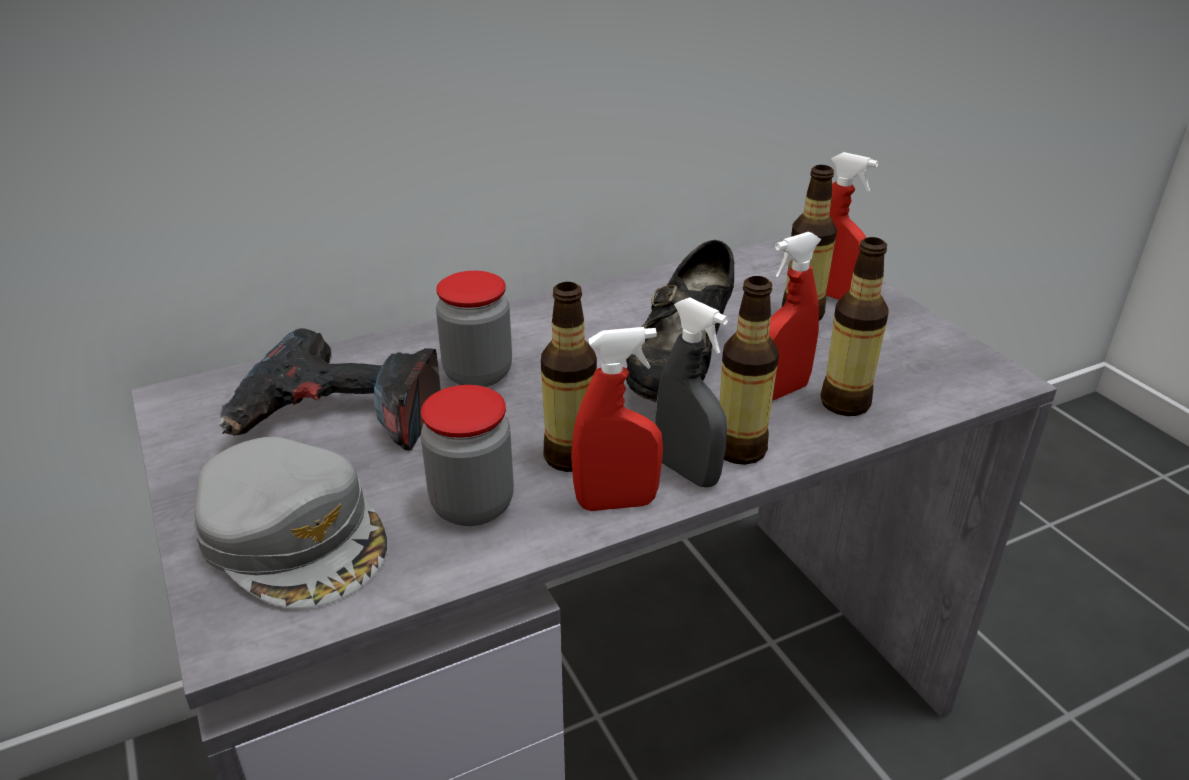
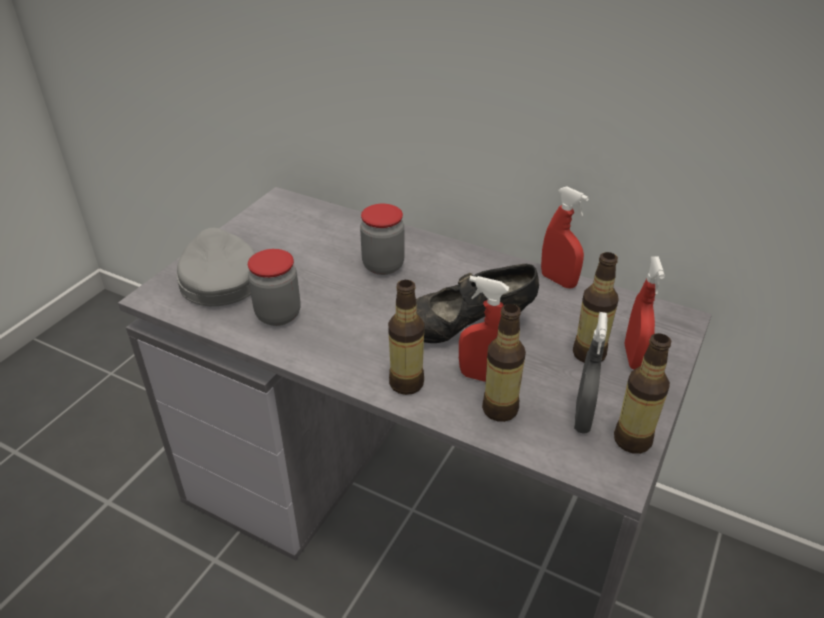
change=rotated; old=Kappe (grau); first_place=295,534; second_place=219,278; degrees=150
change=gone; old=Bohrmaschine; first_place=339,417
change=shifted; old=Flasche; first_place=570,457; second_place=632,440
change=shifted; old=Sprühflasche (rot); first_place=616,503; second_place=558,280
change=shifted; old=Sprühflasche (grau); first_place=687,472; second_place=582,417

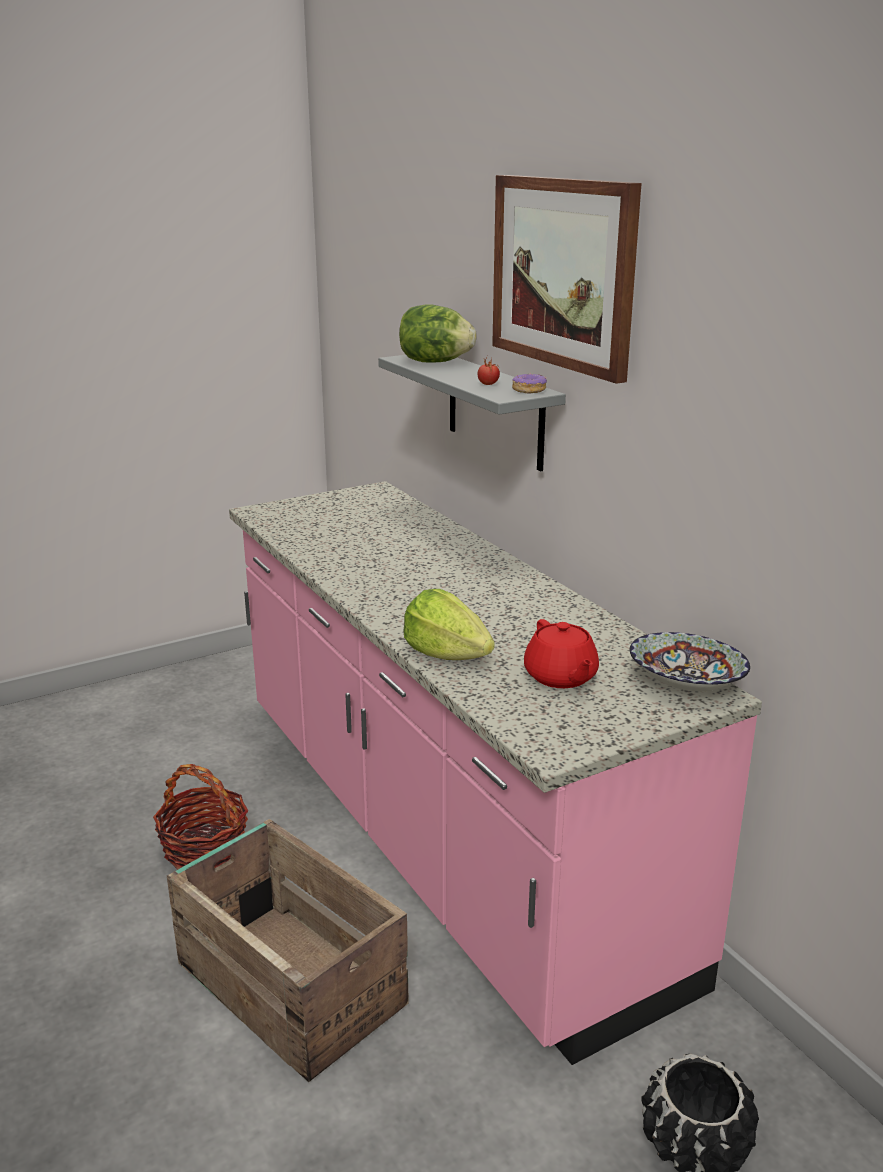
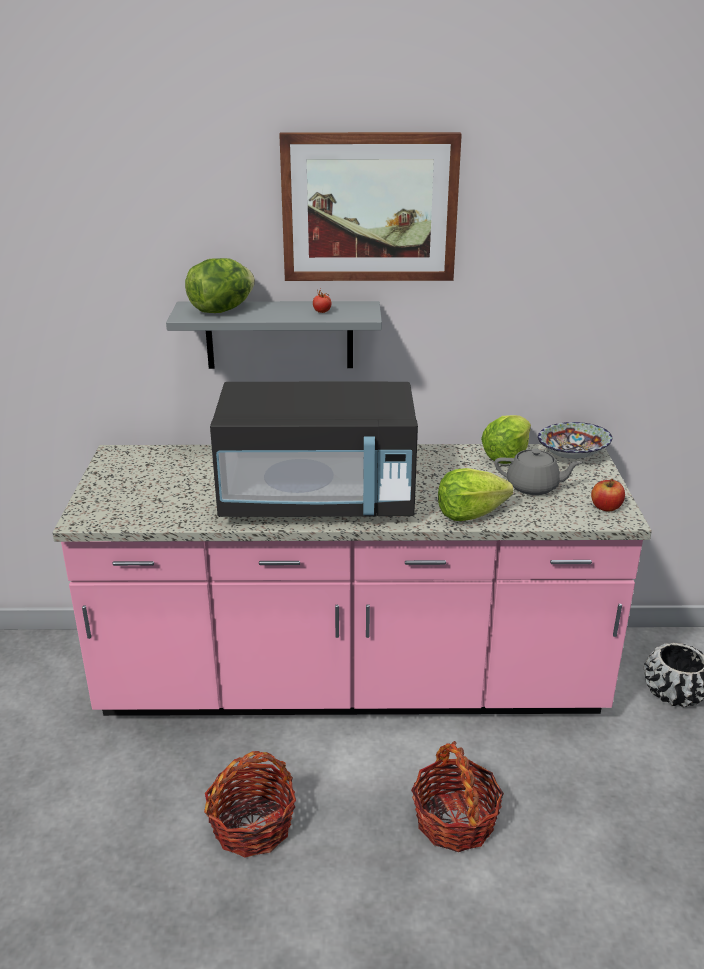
change=swapped; old=Kiste; new=Korb; first_place=290,982; second_place=454,820
change=gone; old=Donut; first_place=528,390
change=repainted; old=Teekanne (rot); new=Teekanne (grau); first_place=560,677; second_place=533,487
change=new; new=Mikrowelle (schwarz); second_place=318,501
change=new; new=Salatkopf; second_place=506,456
change=new; new=Apfel; second_place=606,507

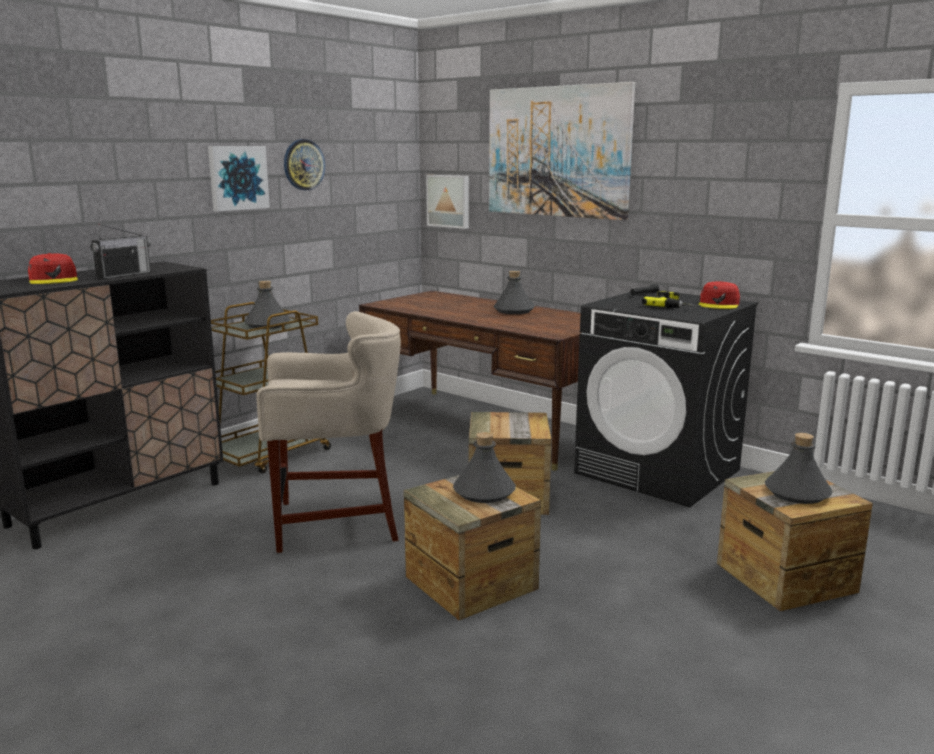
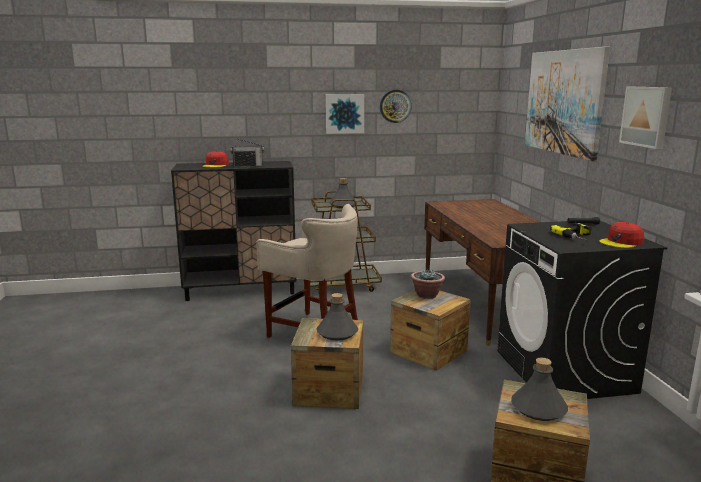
change=shifted; old=Bild; first_place=449,201; second_place=647,116
change=gone; old=Flasche (grau); first_place=513,311
change=new; new=Topfpflanze; second_place=427,295

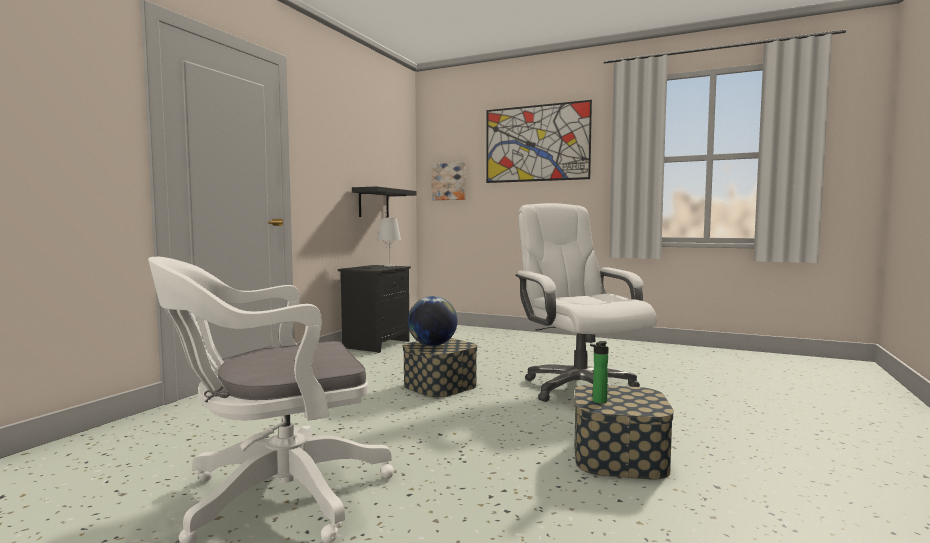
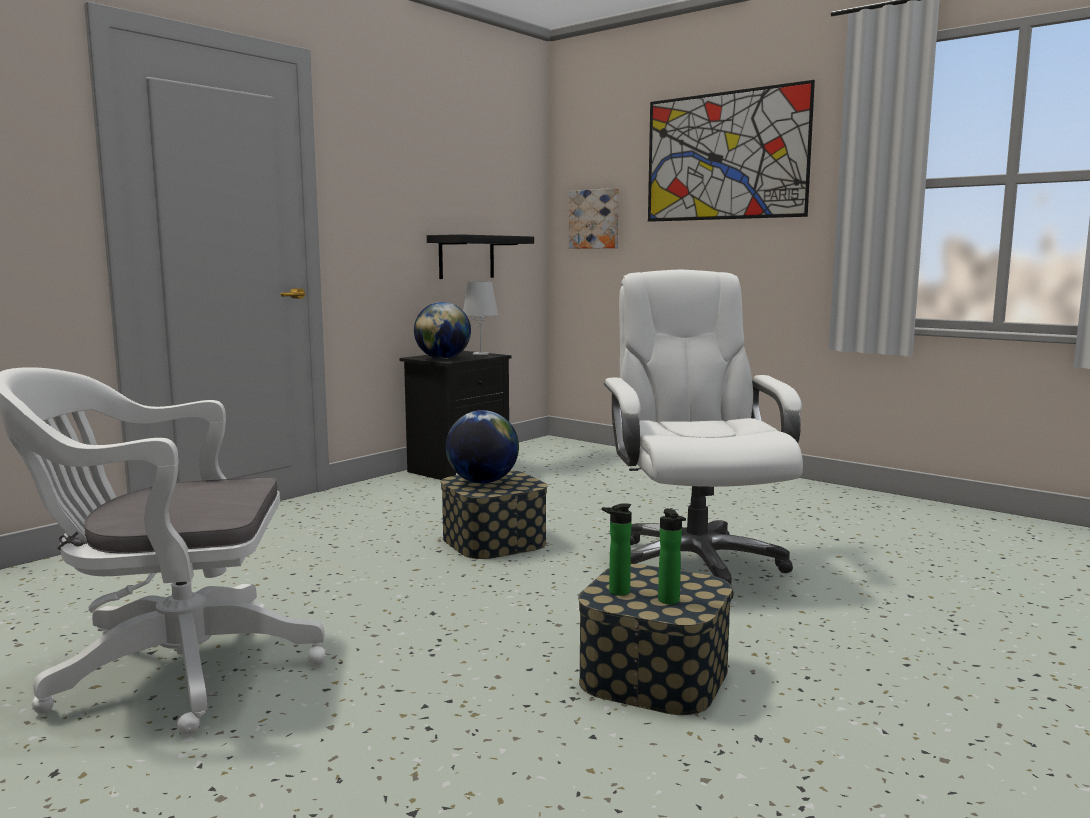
change=new; new=Globus; second_place=443,358
change=new; new=Flasche; second_place=670,601

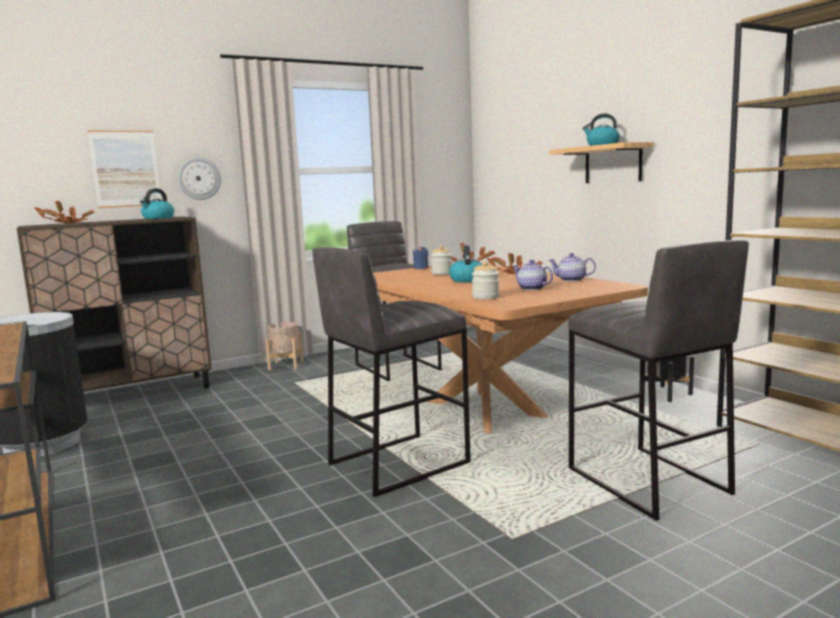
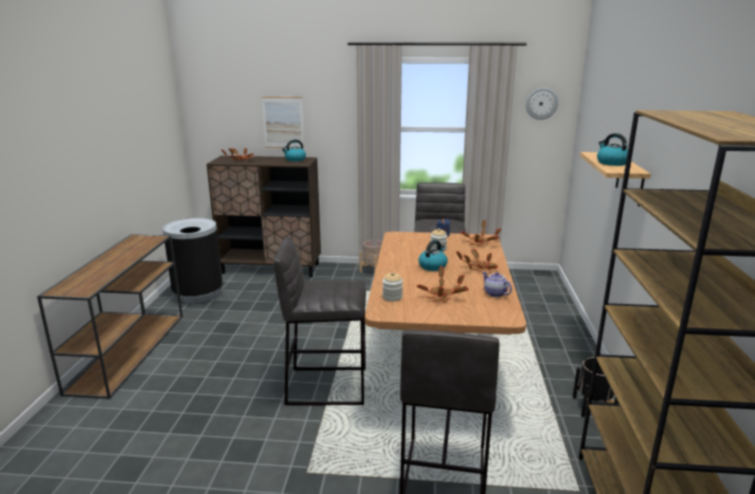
change=shifted; old=Wanduhr; first_place=199,178; second_place=541,103
change=swapped; old=Teekanne; new=Topfpflanze; first_place=531,289; second_place=442,296

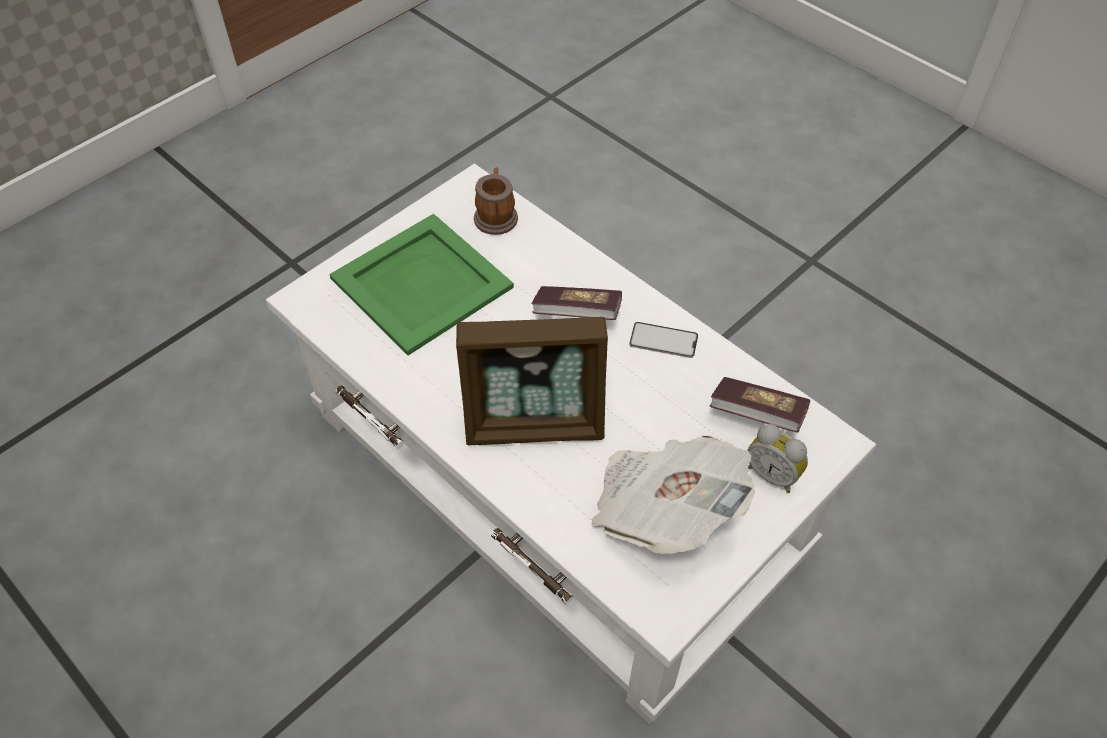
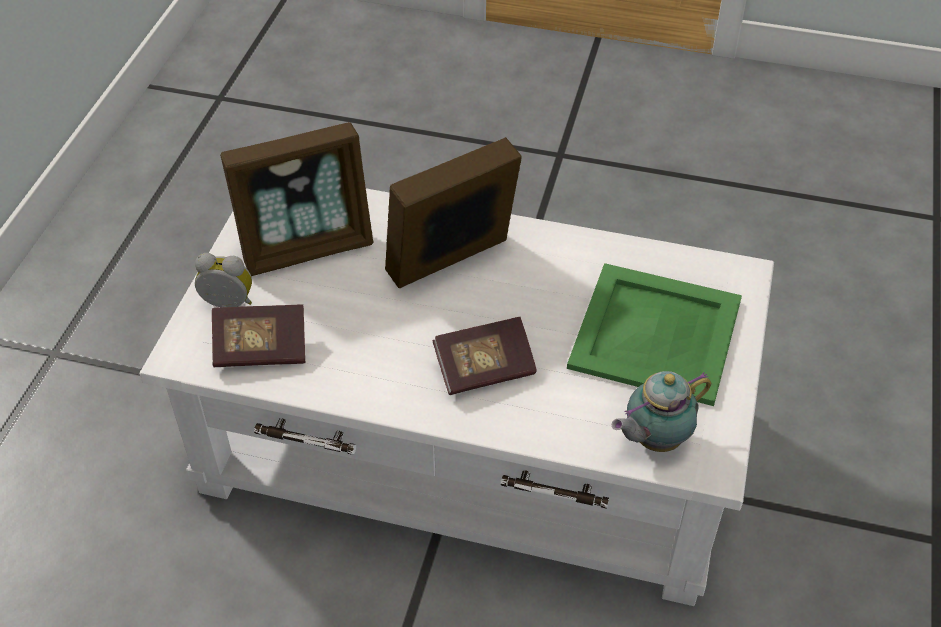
change=swapped; old=Henkelbecher; new=Teekanne; first_place=496,215; second_place=654,440
change=swapped; old=Zeitung; new=Bilderrahmen; first_place=664,509; second_place=307,248
change=gone; old=Handy; first_place=663,340

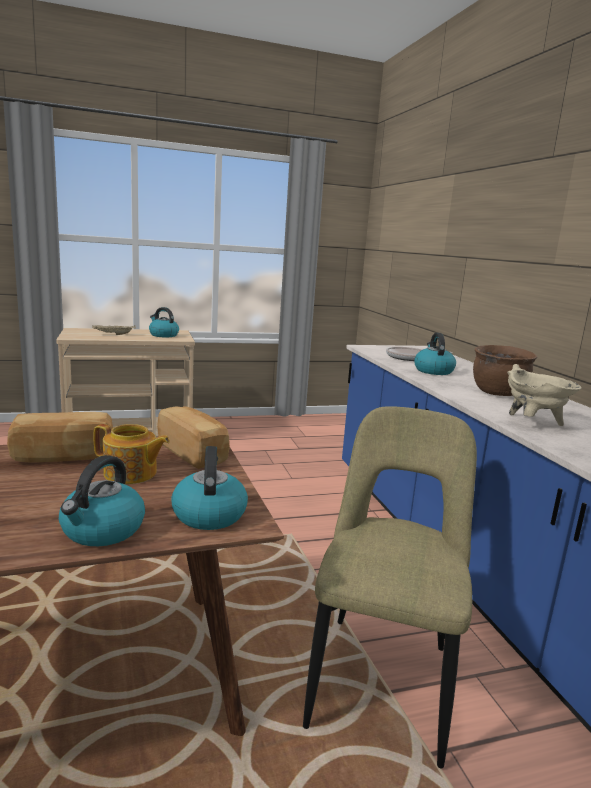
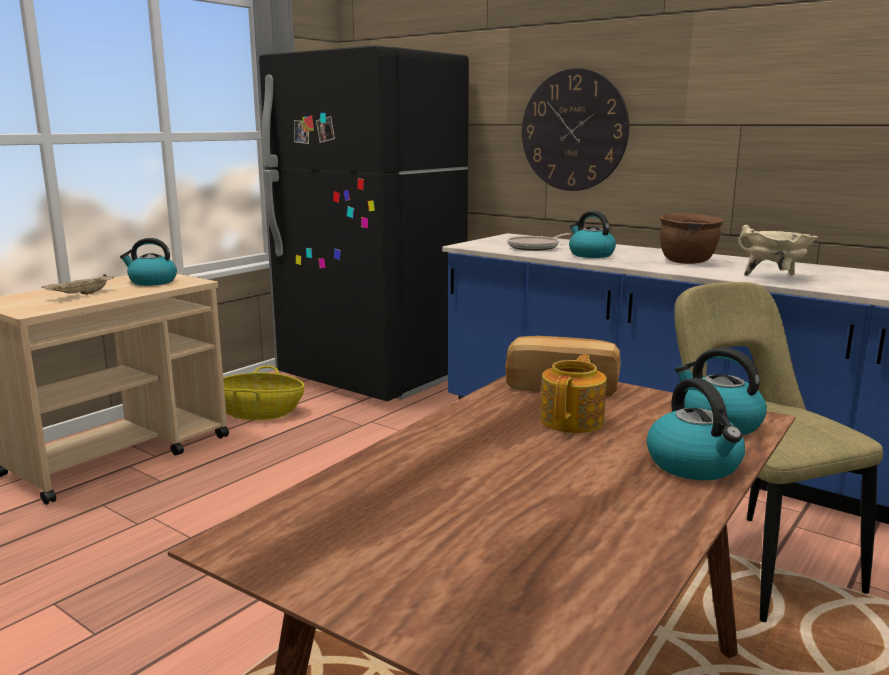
change=gone; old=Brot; first_place=63,456
change=rotated; old=Teekanne; first_place=131,474; second_place=573,420; degrees=-45
change=new; new=Korb; second_place=258,412
change=new; new=Kühlschrank (schwarz); second_place=372,377
change=new; new=Wanduhr; second_place=574,130

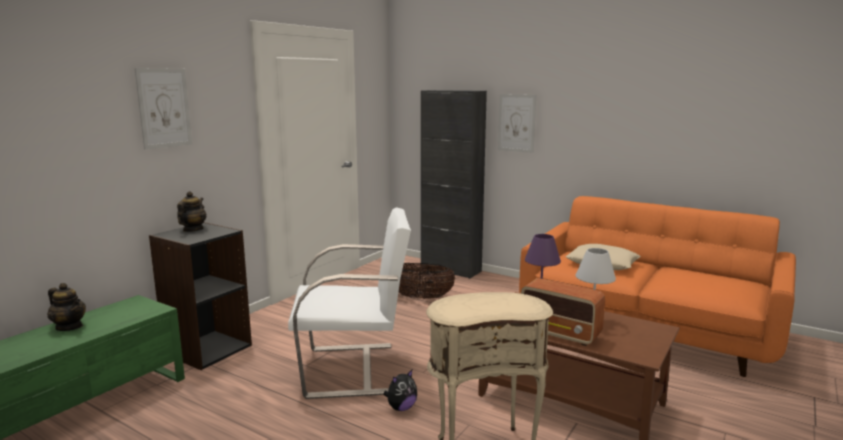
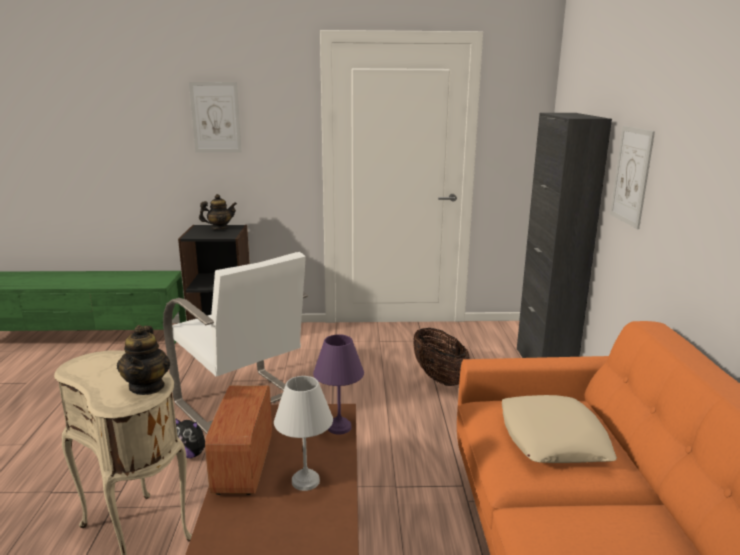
change=shifted; old=Teekanne; first_place=69,327; second_place=147,386

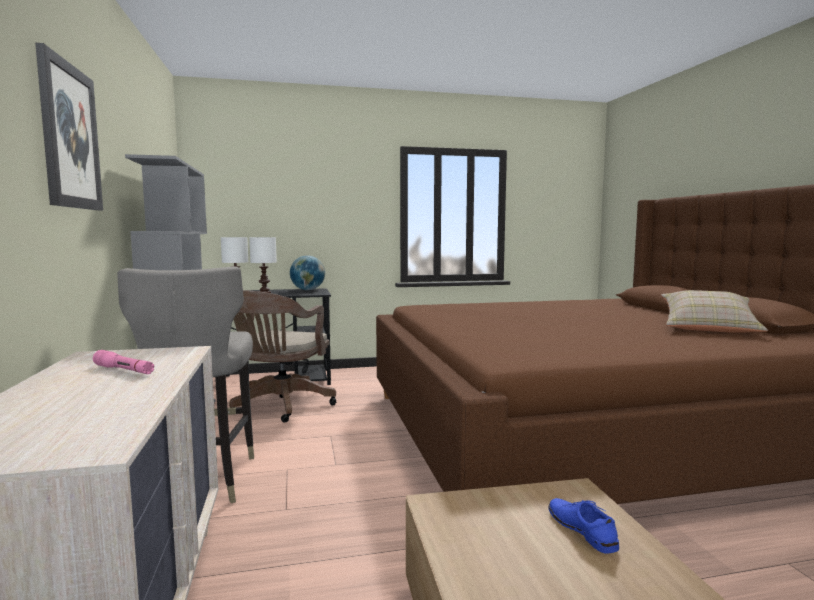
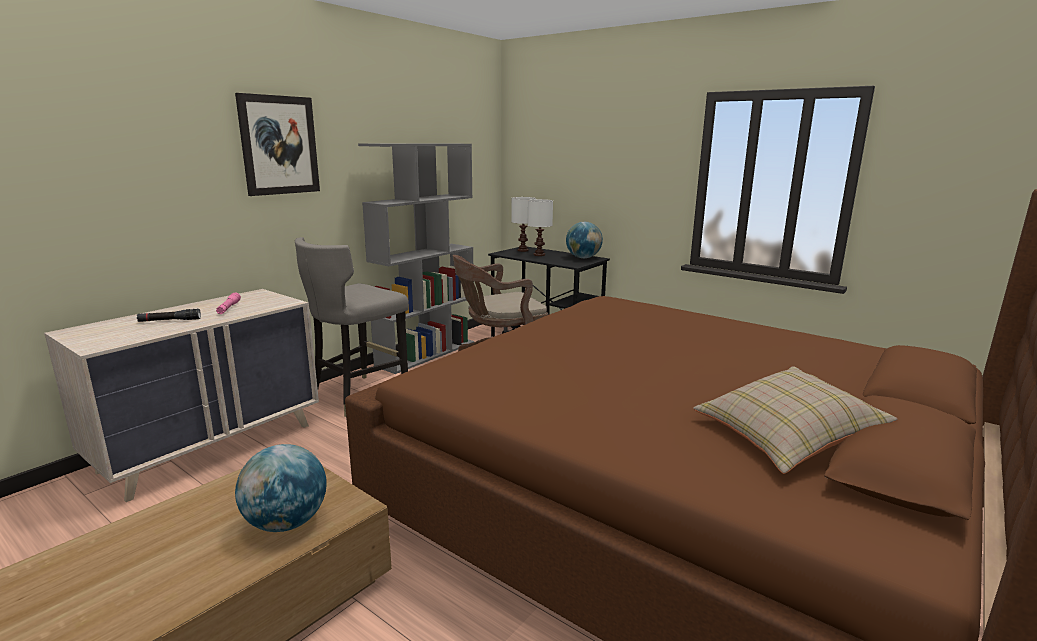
change=swapped; old=Schuh (blau); new=Globus; first_place=581,529; second_place=286,523
change=new; new=Taschenlampe (schwarz); second_place=170,320

